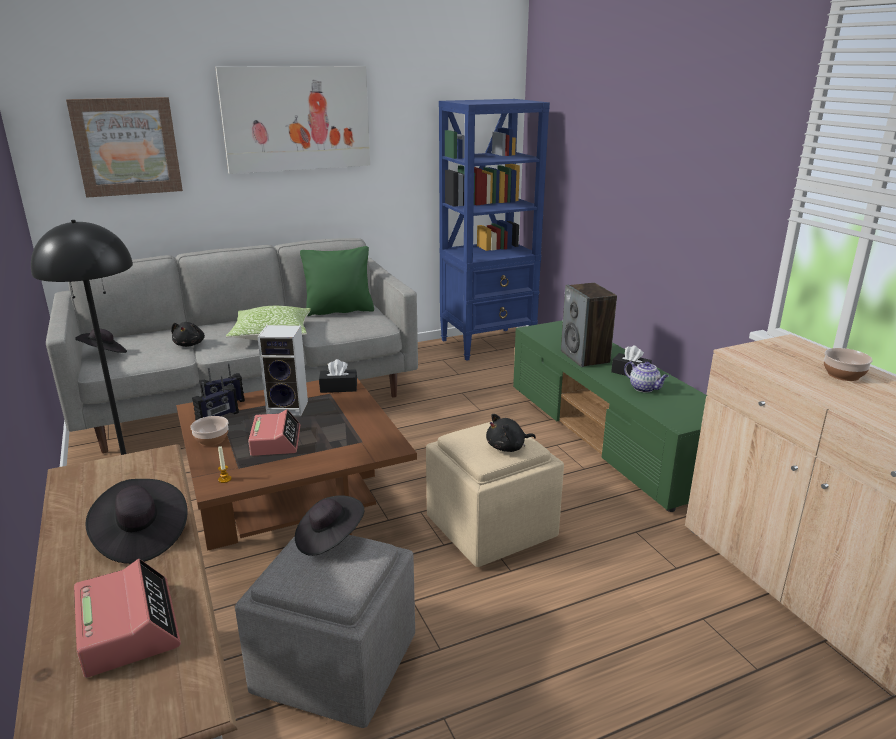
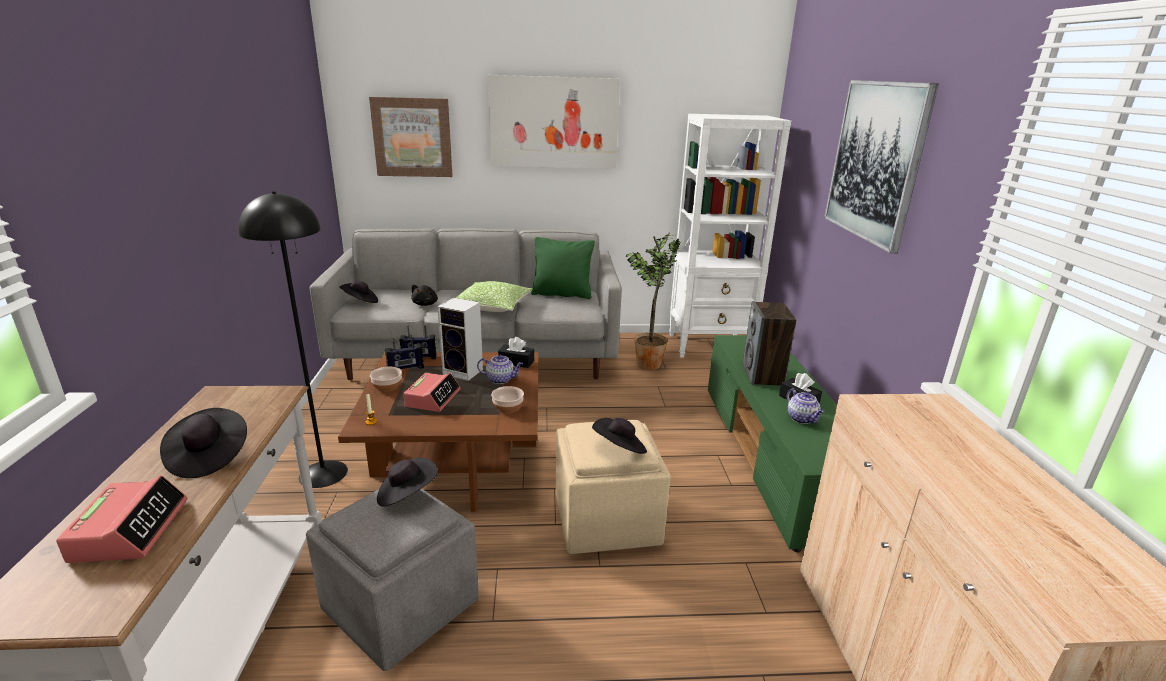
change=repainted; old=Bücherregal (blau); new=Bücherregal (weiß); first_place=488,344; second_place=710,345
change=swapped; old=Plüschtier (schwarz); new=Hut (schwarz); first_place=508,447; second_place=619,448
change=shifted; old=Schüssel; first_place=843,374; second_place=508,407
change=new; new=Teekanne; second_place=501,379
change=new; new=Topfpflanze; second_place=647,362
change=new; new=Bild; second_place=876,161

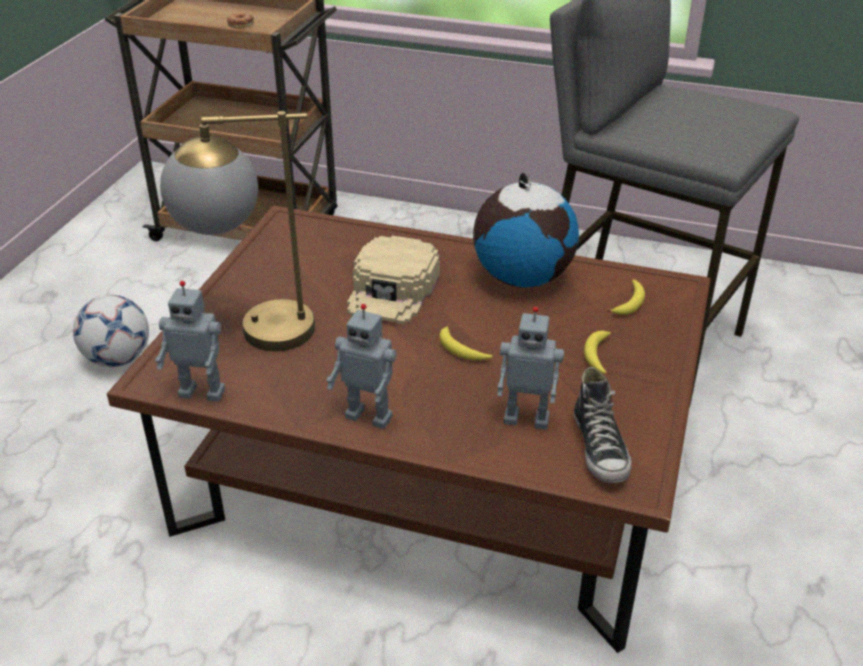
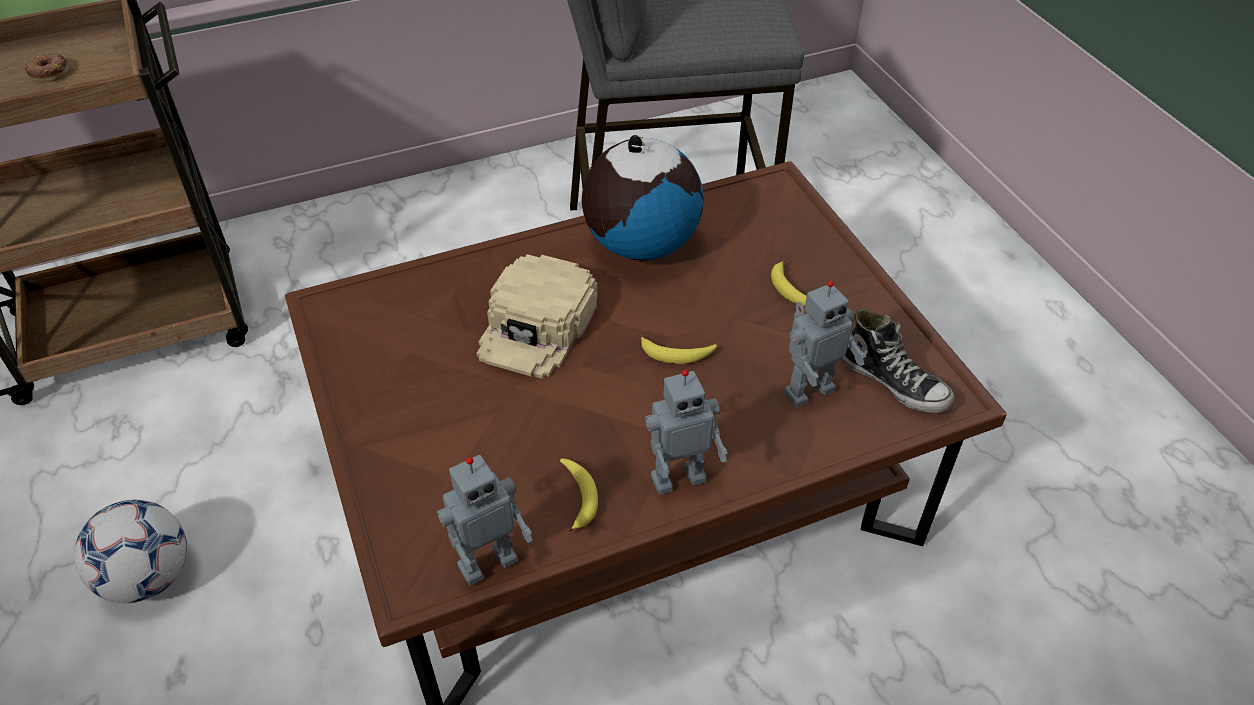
change=gone; old=Tischlampe; first_place=252,332
change=rotated; old=Kappe (beige); first_place=393,290; second_place=538,325; degrees=45
change=shifted; old=Banane; first_place=629,303; second_place=578,497

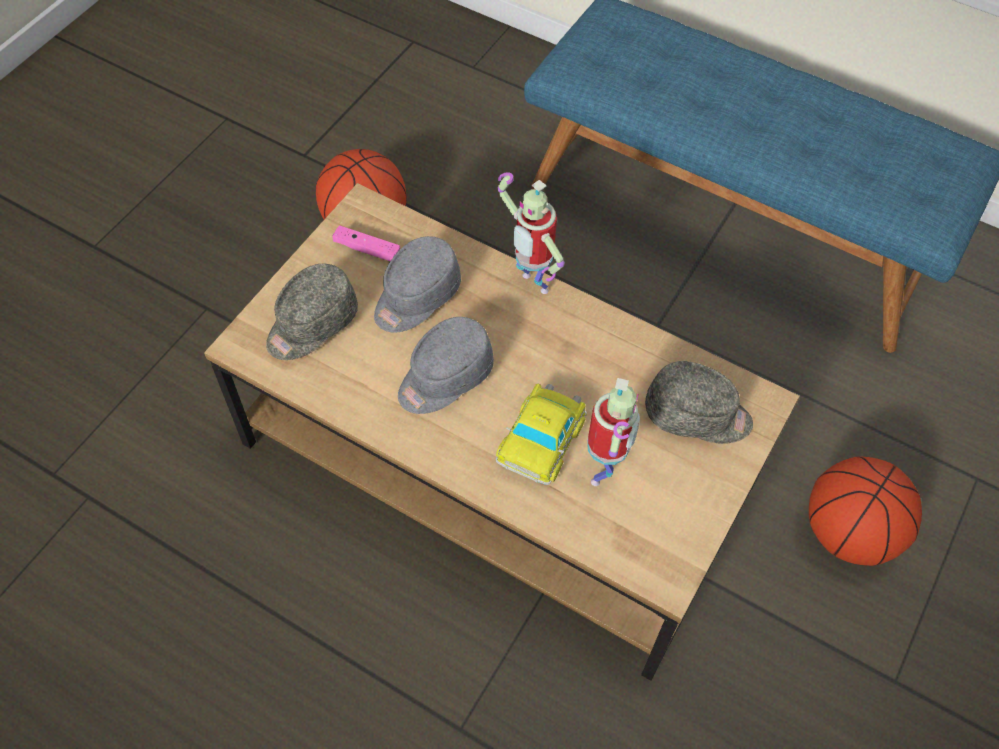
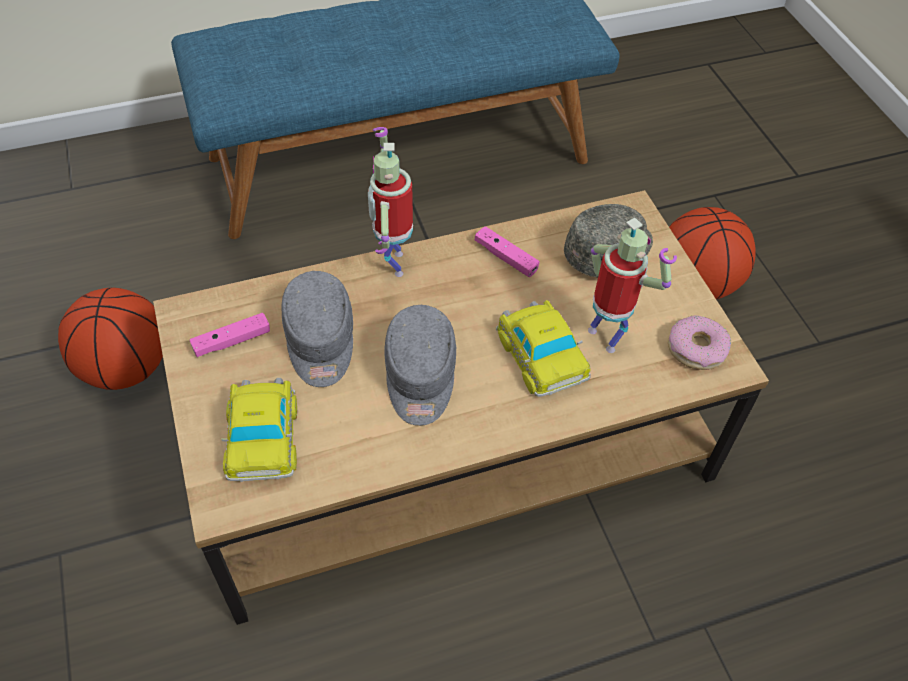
change=swapped; old=Kappe (grau); new=Spielzeugauto; first_place=311,324; second_place=262,434
change=rotated; old=Spielzeugroboter; first_place=530,285; second_place=393,263; degrees=90
change=new; new=Gamepad (rosa); second_place=505,257
change=new; new=Donut; second_place=696,349

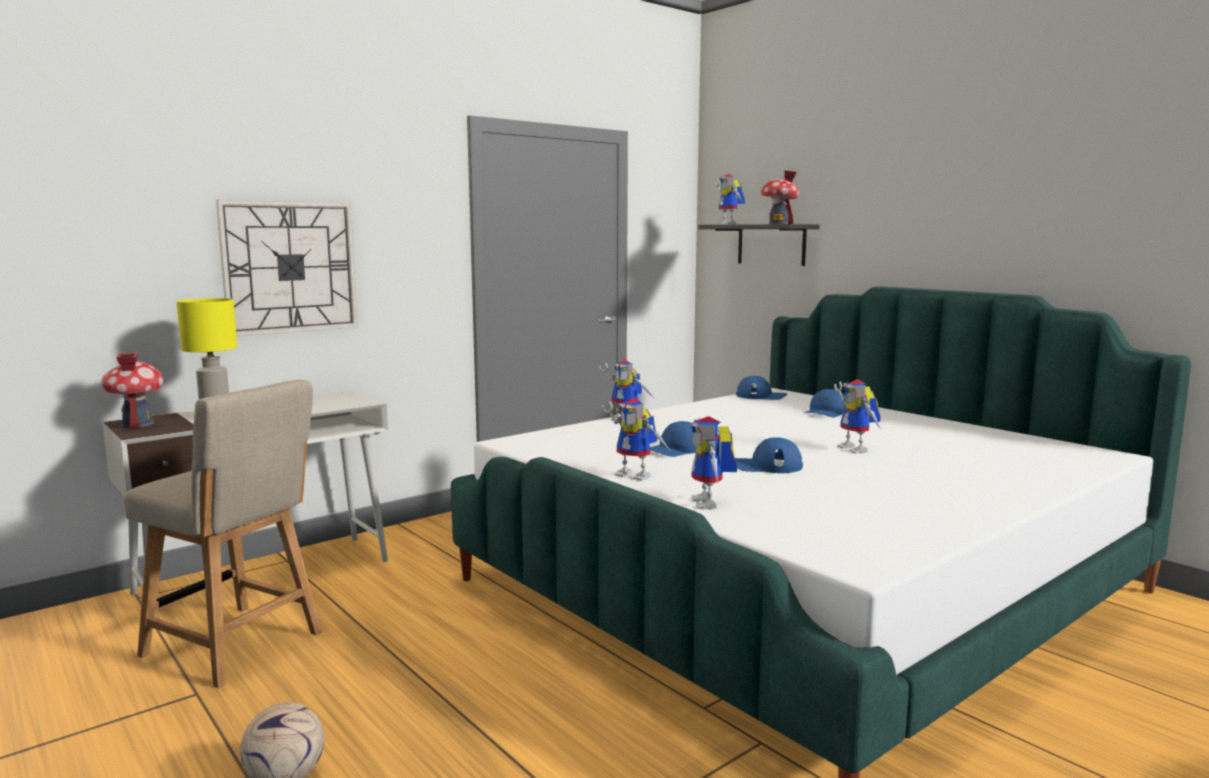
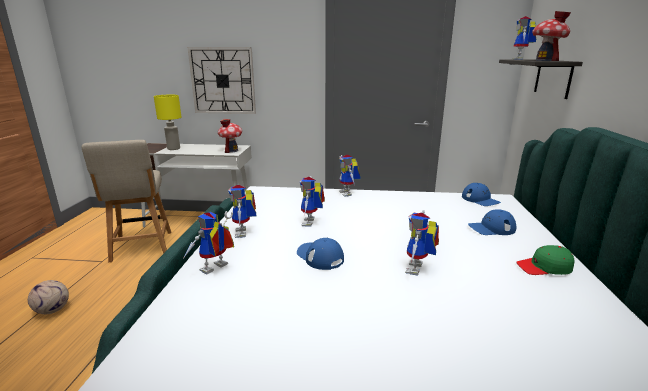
change=shifted; old=Spielzeughaus; first_place=137,424; second_place=231,150
change=swapped; old=Kappe (blau); new=Spielzeugroboter; first_place=675,449; second_place=311,223
change=new; new=Kappe (grün); second_place=544,267

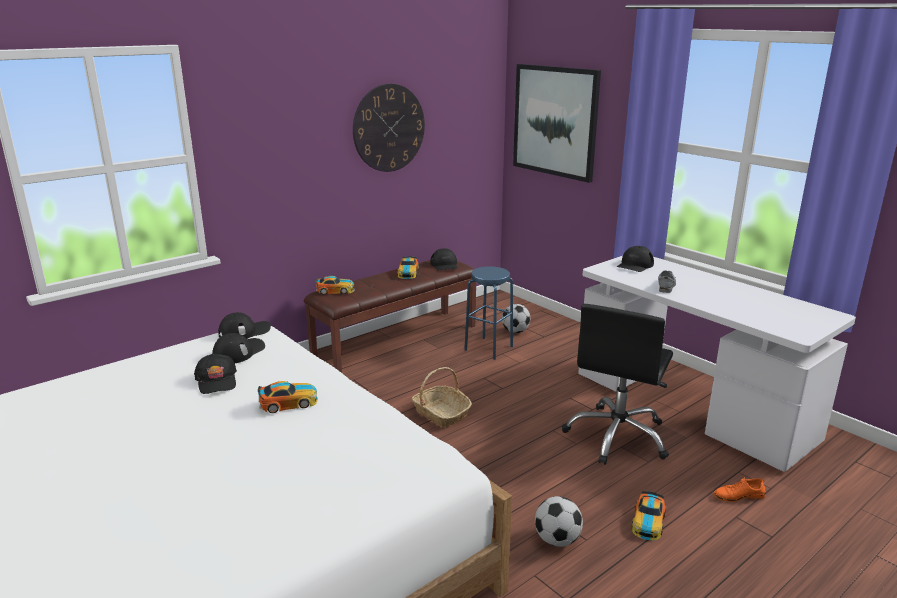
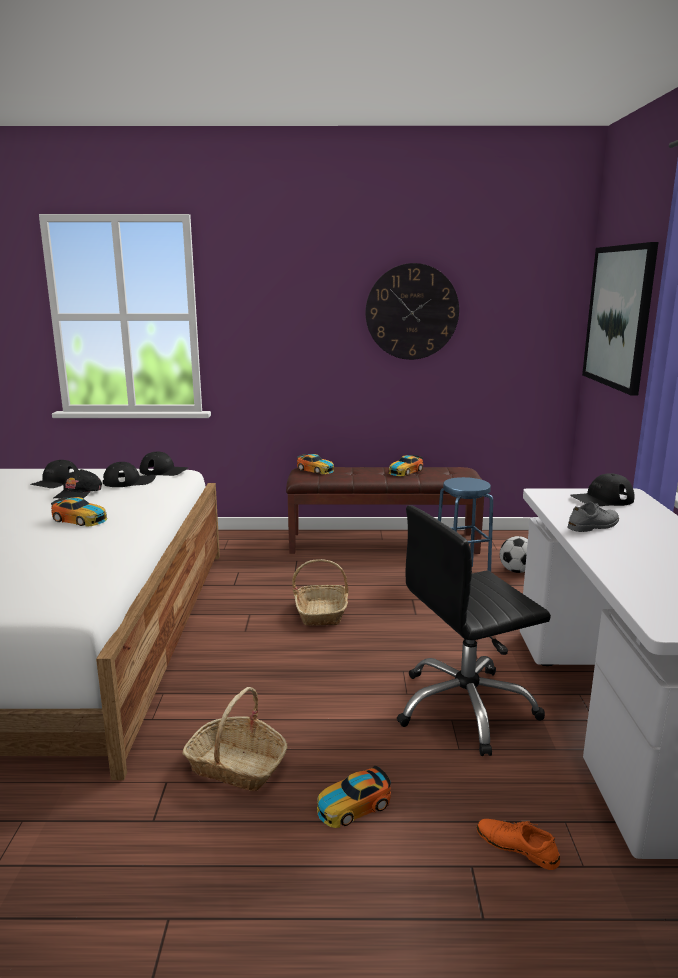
change=shifted; old=Kappe (schwarz); first_place=445,265; second_place=56,482
change=swapped; old=Fußball; new=Korb; first_place=557,540; second_place=237,766

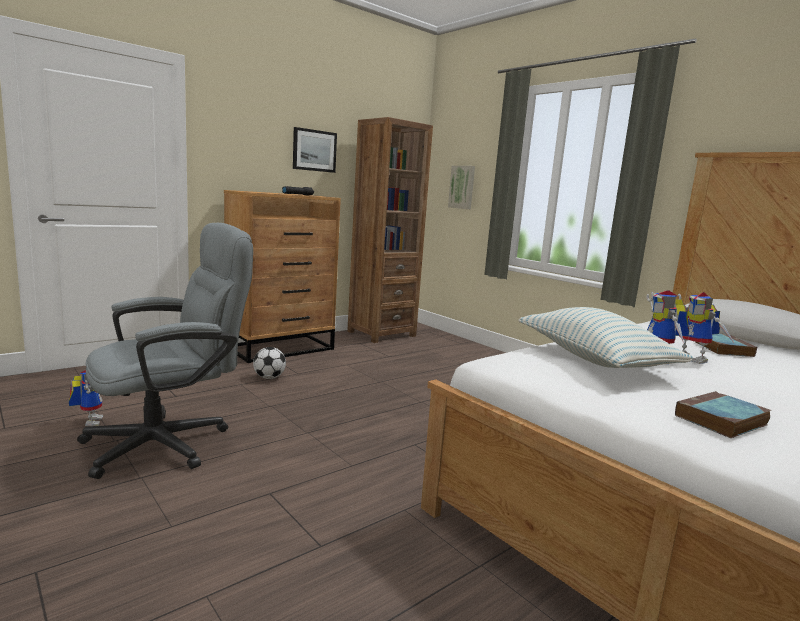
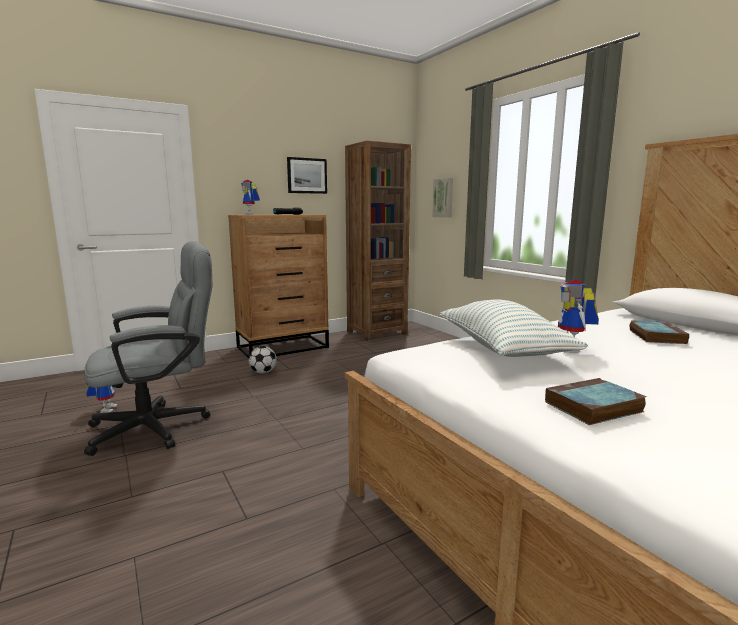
change=shifted; old=Spielzeugroboter; first_place=695,359; second_place=251,214

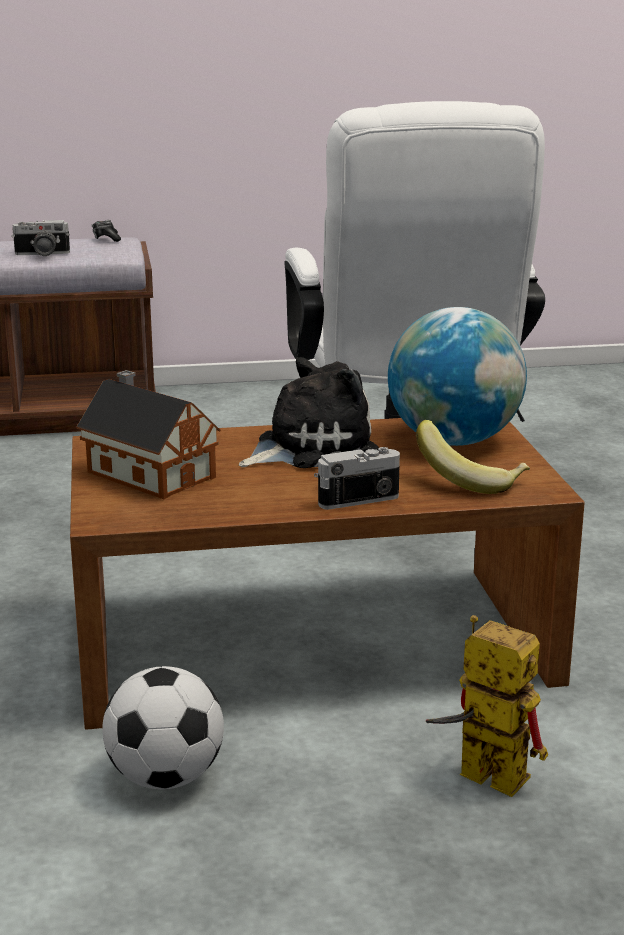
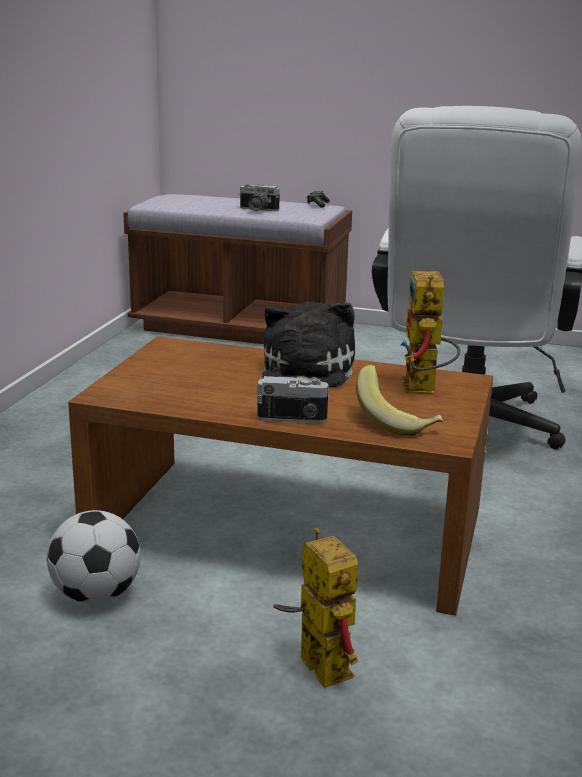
change=gone; old=Spielzeughaus; first_place=148,473
change=rotated; old=Plüschtier; first_place=309,448; second_place=305,374; degrees=-75
change=swapped; old=Globus; new=Spielzeugroboter; first_place=454,441; second_place=423,390

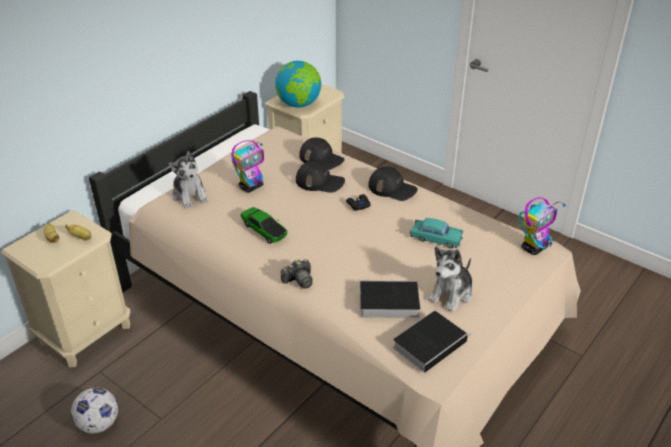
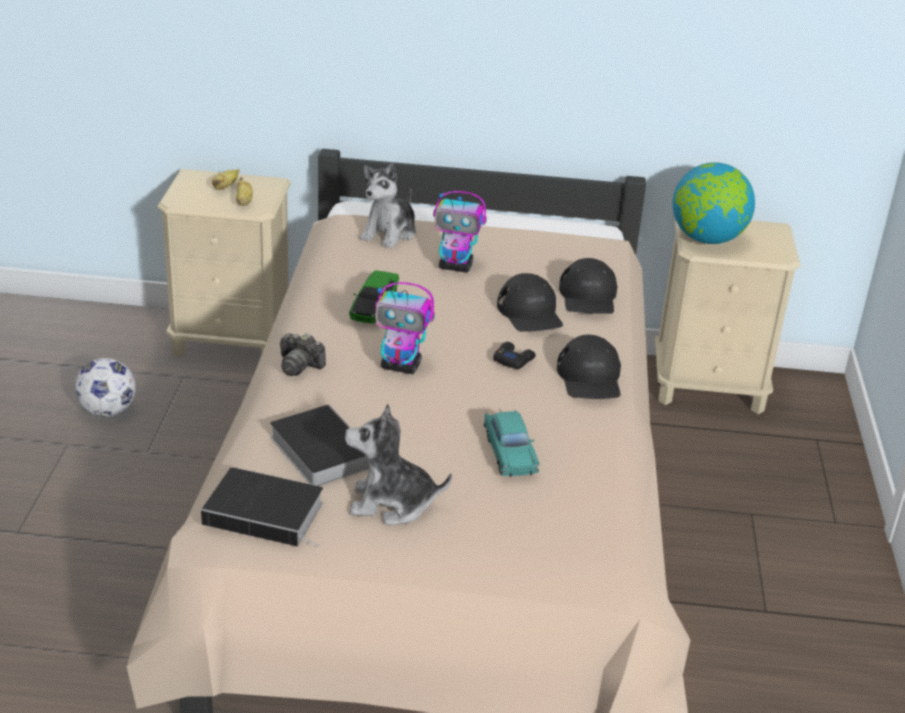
change=shifted; old=Spielzeugroboter; first_place=534,247; second_place=401,366

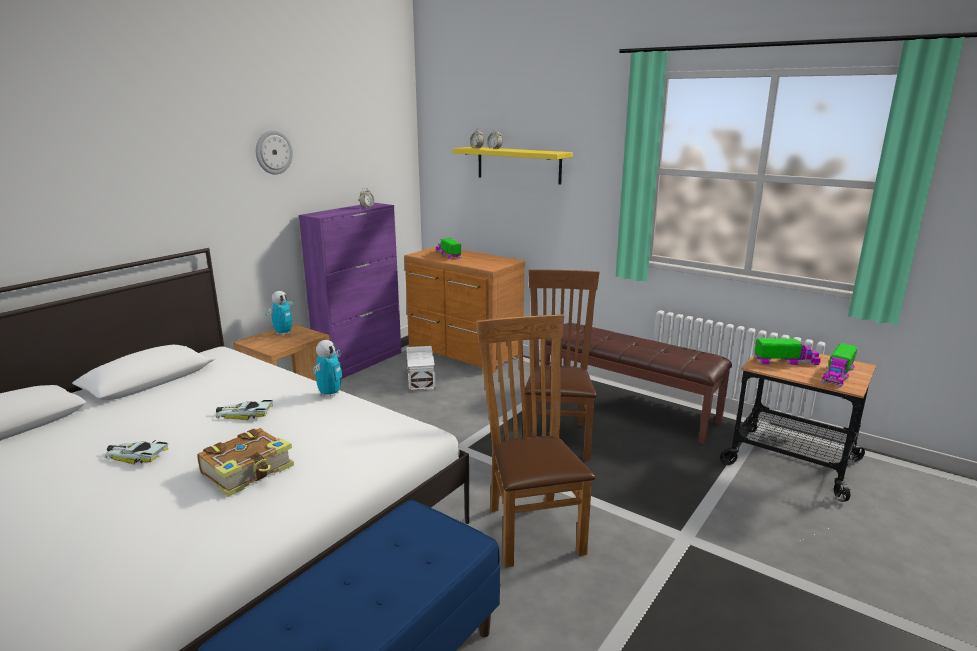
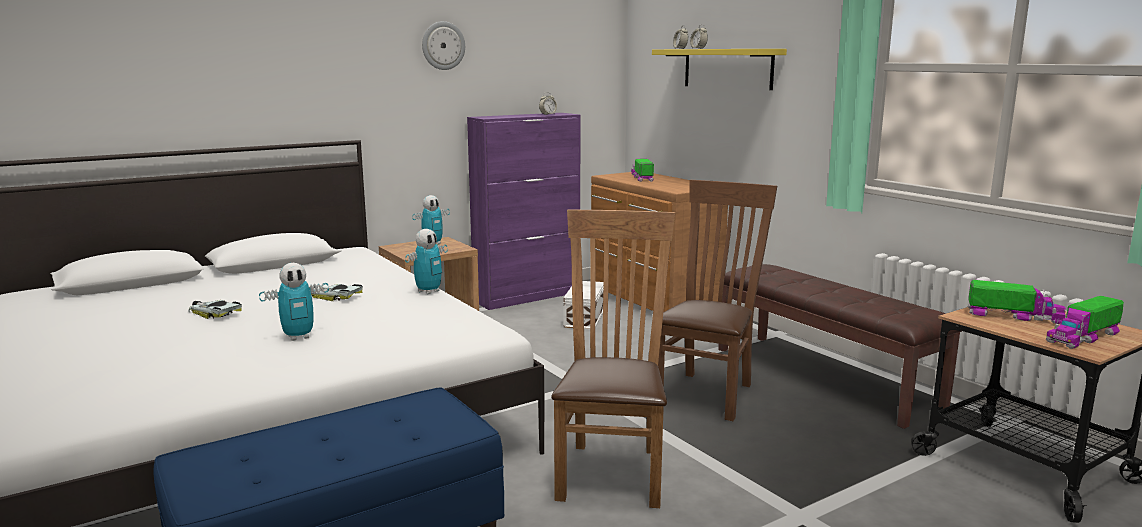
change=swapped; old=Buch; new=Spielzeugroboter; first_place=248,471; second_place=298,337

